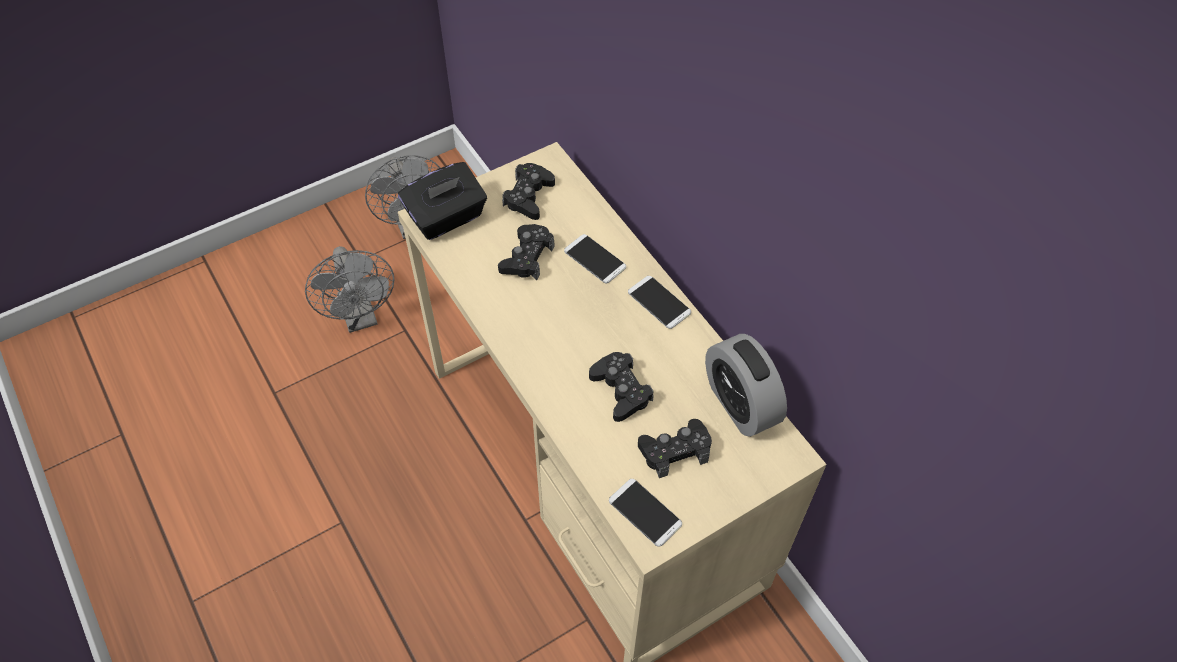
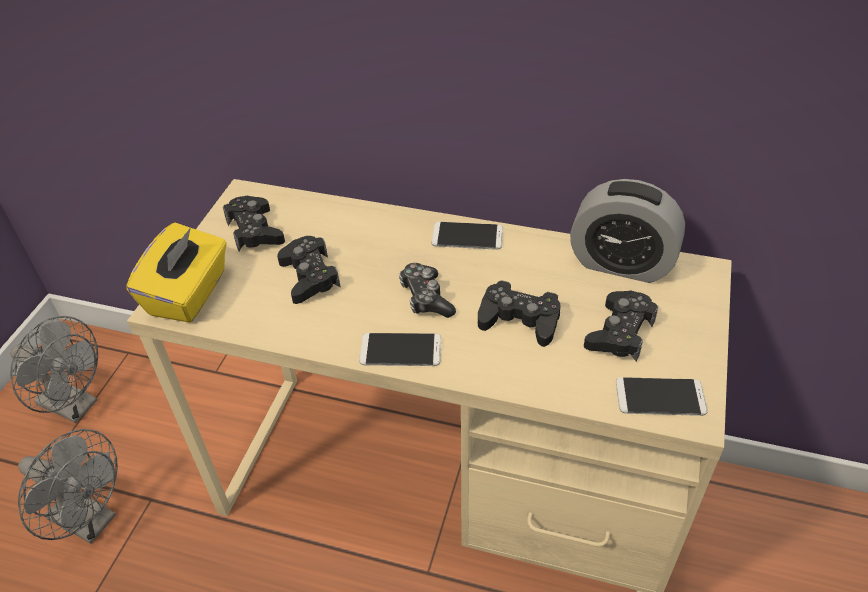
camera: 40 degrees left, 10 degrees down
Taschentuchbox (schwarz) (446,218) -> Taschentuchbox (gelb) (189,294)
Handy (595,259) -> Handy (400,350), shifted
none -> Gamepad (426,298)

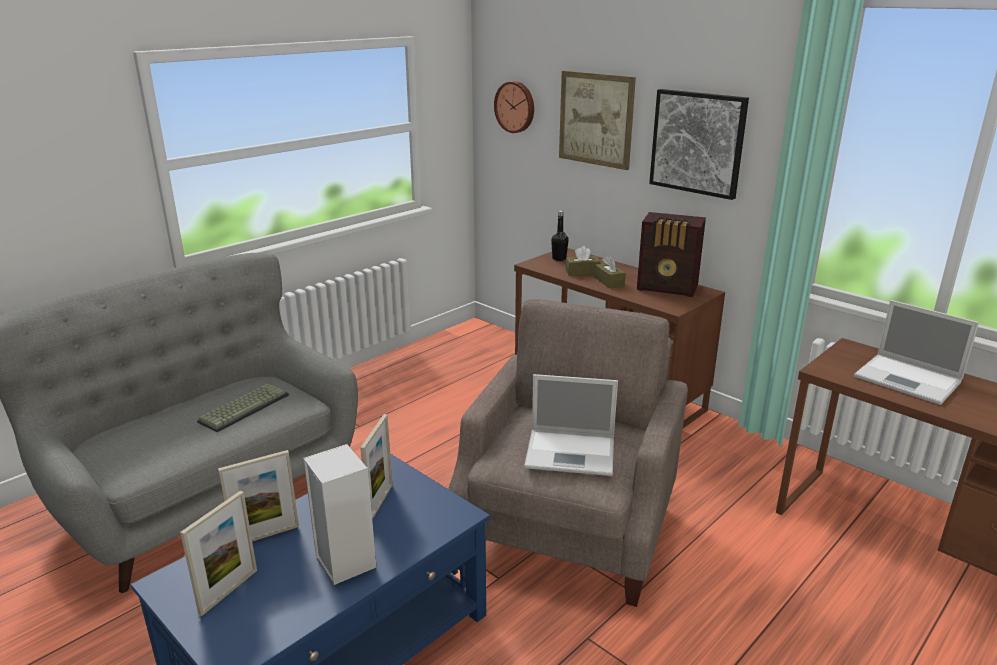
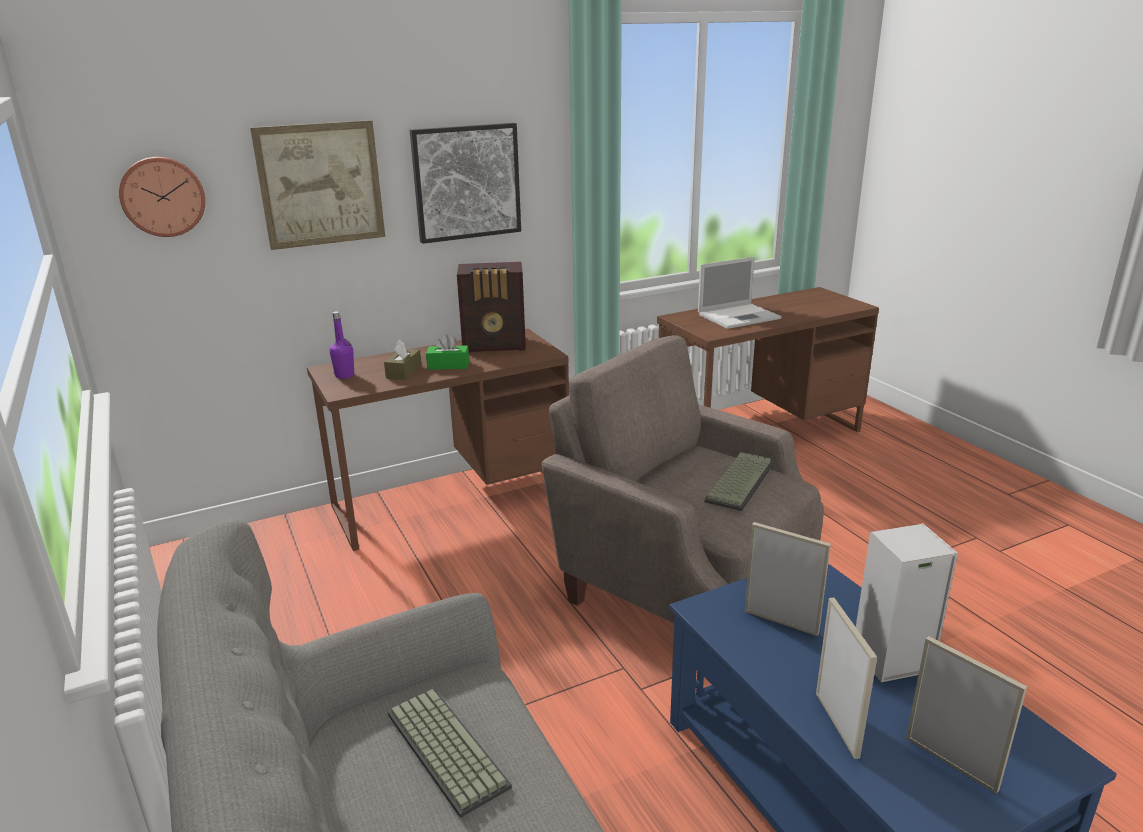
camera: 70 degrees left, 0 degrees up
Flasche (schwarz) (559,259) -> Flasche (lila) (344,375)
Radio (668,288) -> Radio (496,345), 45 degrees clockwise
Taschentuchbox (braun) (609,281) -> Taschentuchbox (grün) (448,365)
Laptop (572,452) -> Tastatur (738,481)

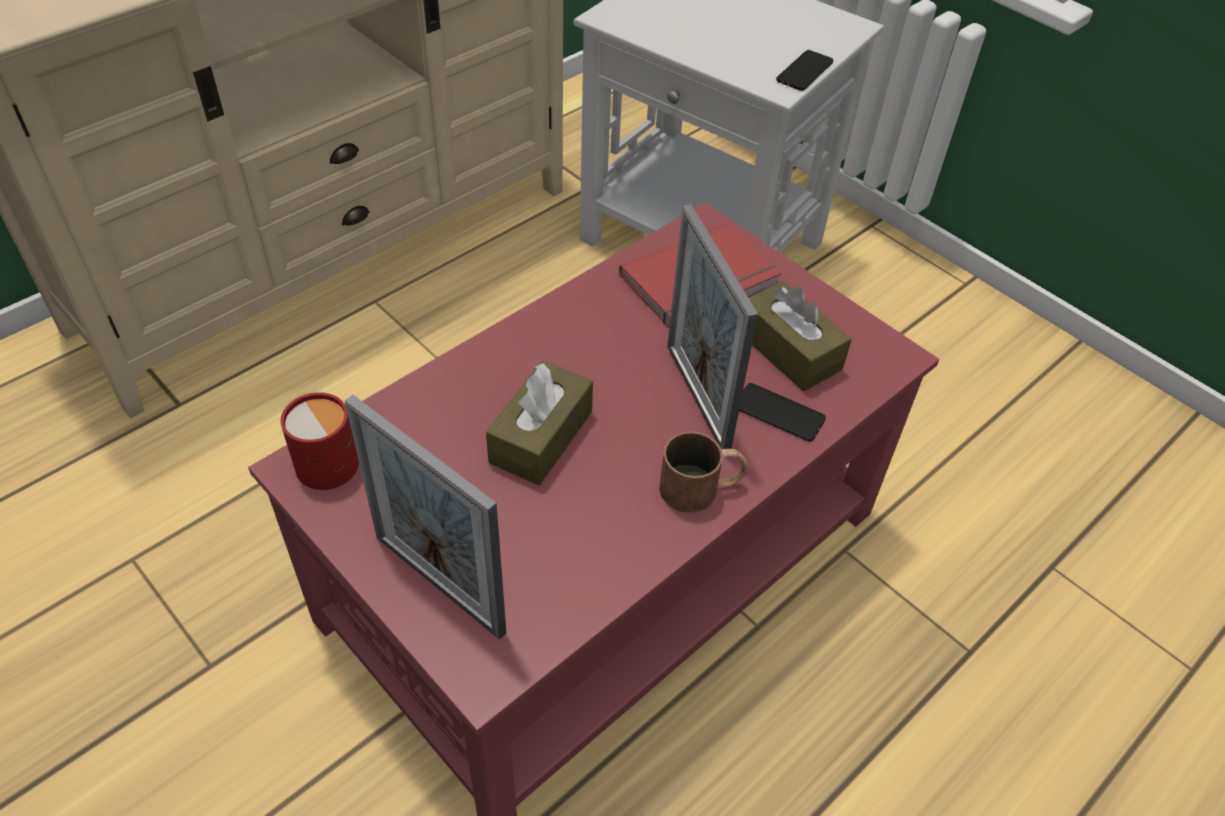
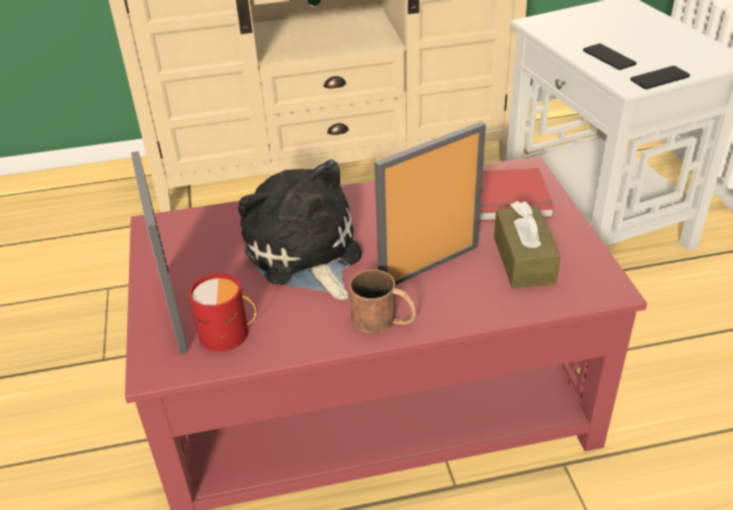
camera: 35 degrees right, 10 degrees down
Bilderrahmen (697,397) -> Bilderrahmen (429,266), 45 degrees clockwise
Taschentuchbox (braun) (541,437) -> Plüschtier (305,255)
Handy (779,413) -> Handy (609,57), shifted
Henkelbecher (rot) (334,462) -> Henkelbecher (rot) (229,333), shifted

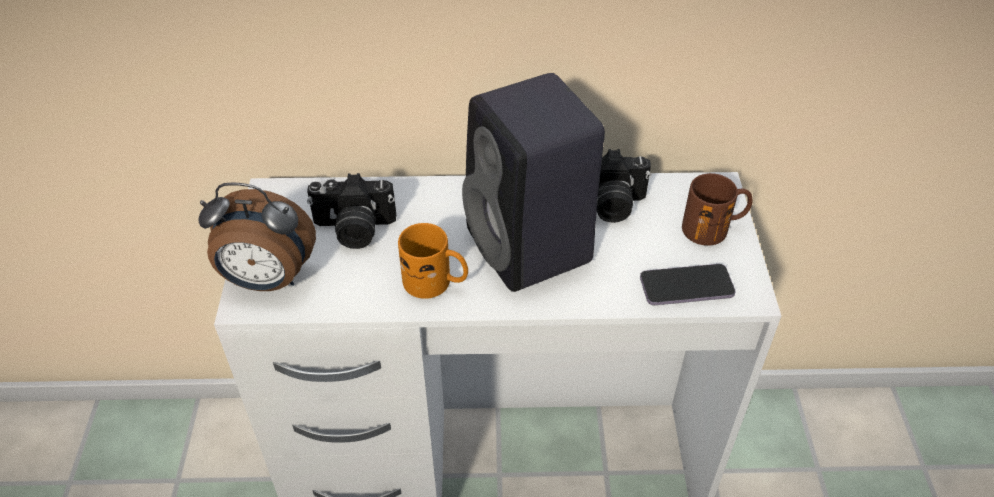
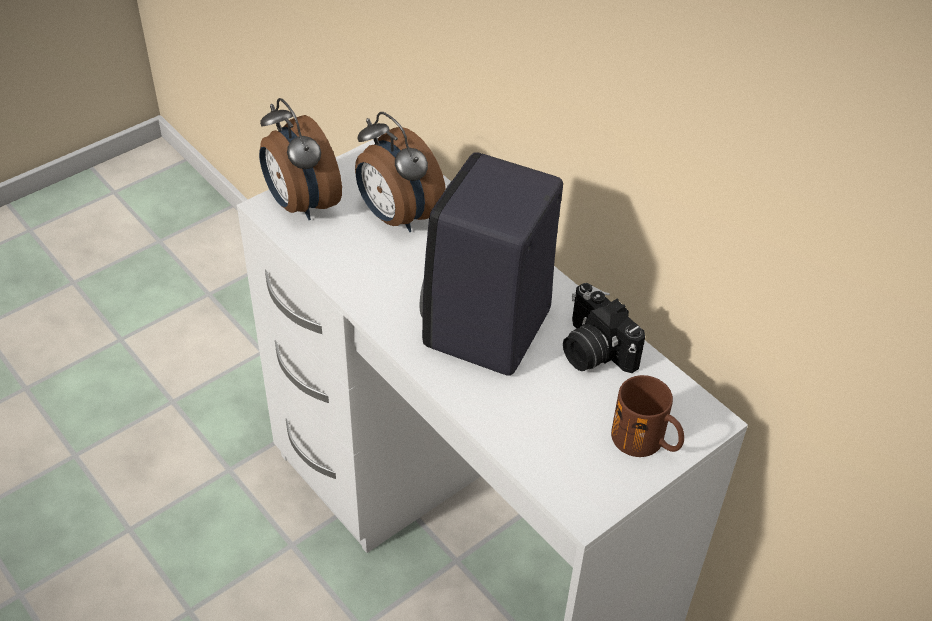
camera: 50 degrees right, 0 degrees up
Kamera (354,229) -> Wecker (396,217)
Henkelbecher (orange) (436,282) -> none
Handy (686,287) -> none

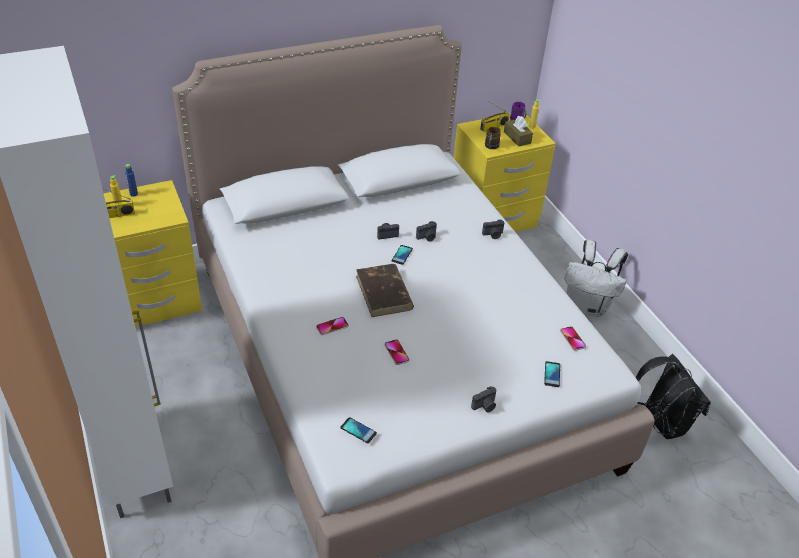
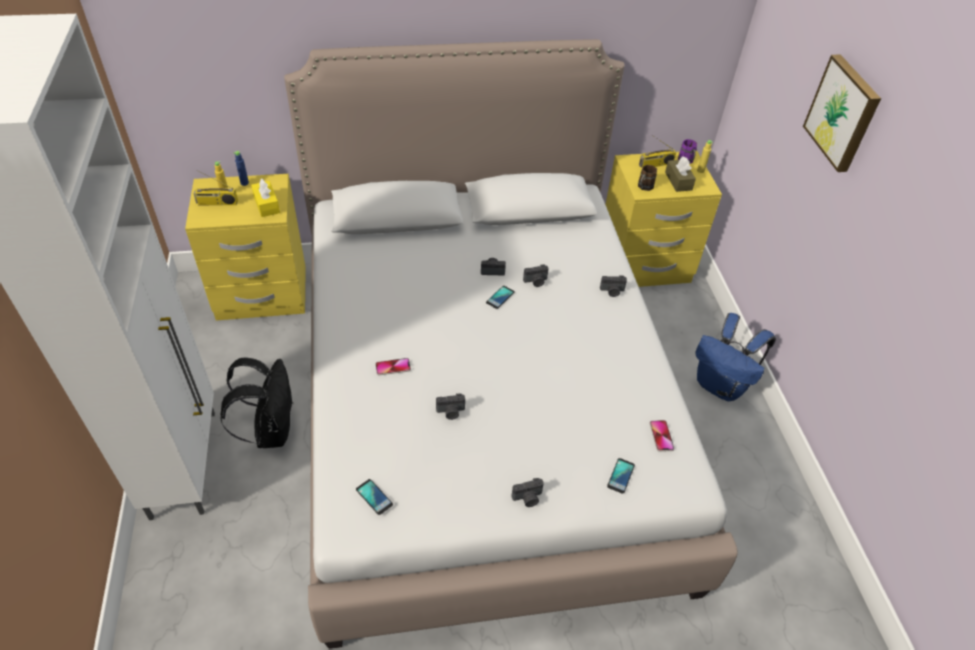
camera: 15 degrees right, 5 degrees up
Rucksack (weiß) (588,306) -> Rucksack (blau) (721,386)
Buch (braun) (384,293) -> none
Handy (396,352) -> Kamera (451,412)
Rucksack (schwarz) (659,423) -> Rucksack (schwarz) (271,430), shifted
none -> Bild (843,113)
none -> Taschentuchbox (gelb) (266,205)

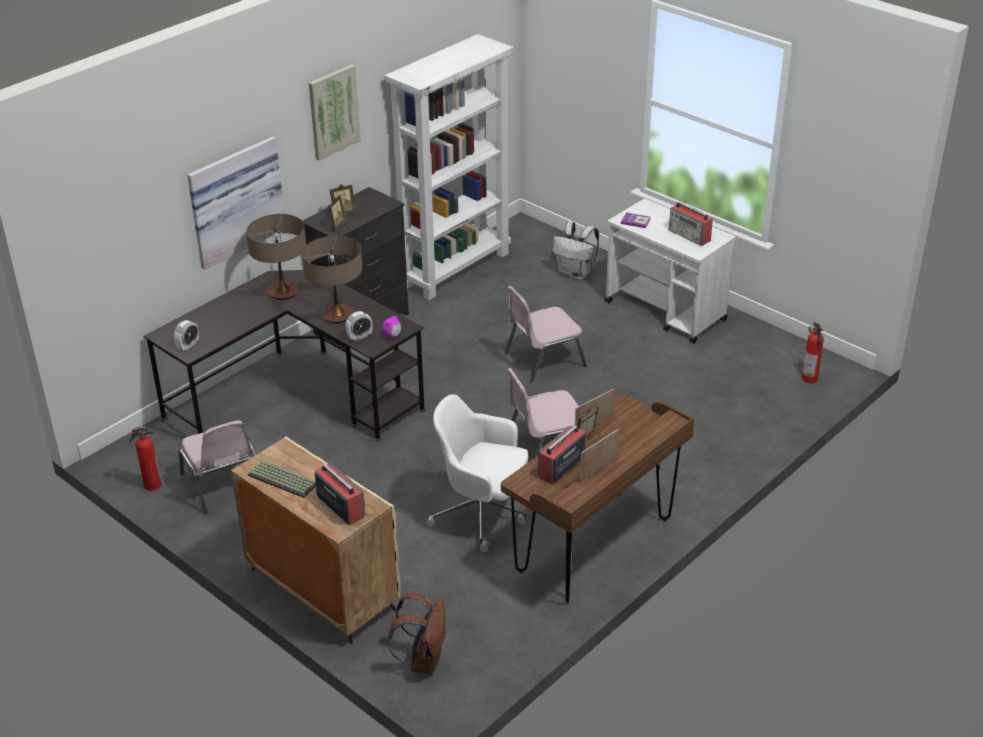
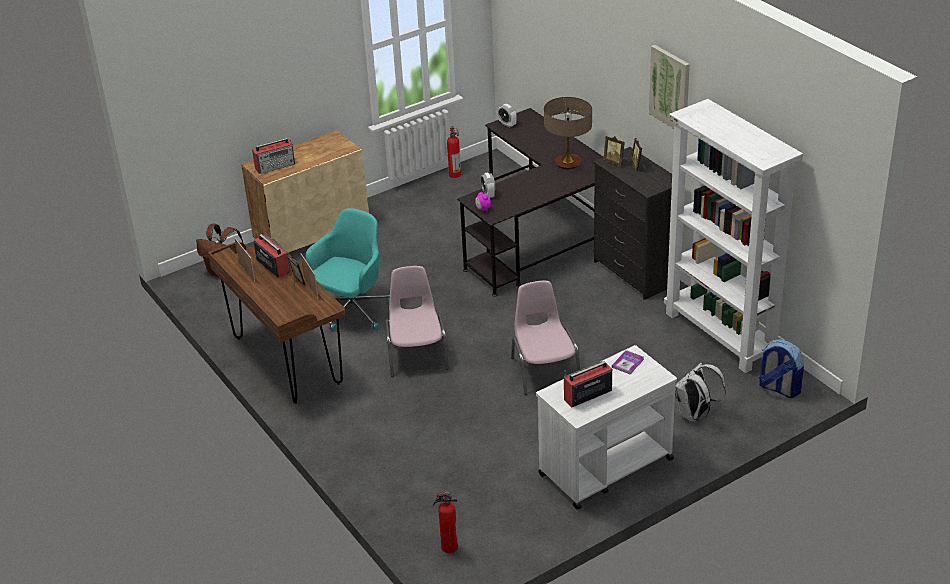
camera: 105 degrees right, 0 degrees up
Bild (234,200) -> none
Tischlampe (337,315) -> none
Bürostuhl (weiß) (482,514) -> Bürostuhl (türkis) (351,311)
Stuhl (rosa) (223,485) -> none
Tastatur (281,480) -> none
none -> Rucksack (778,388)

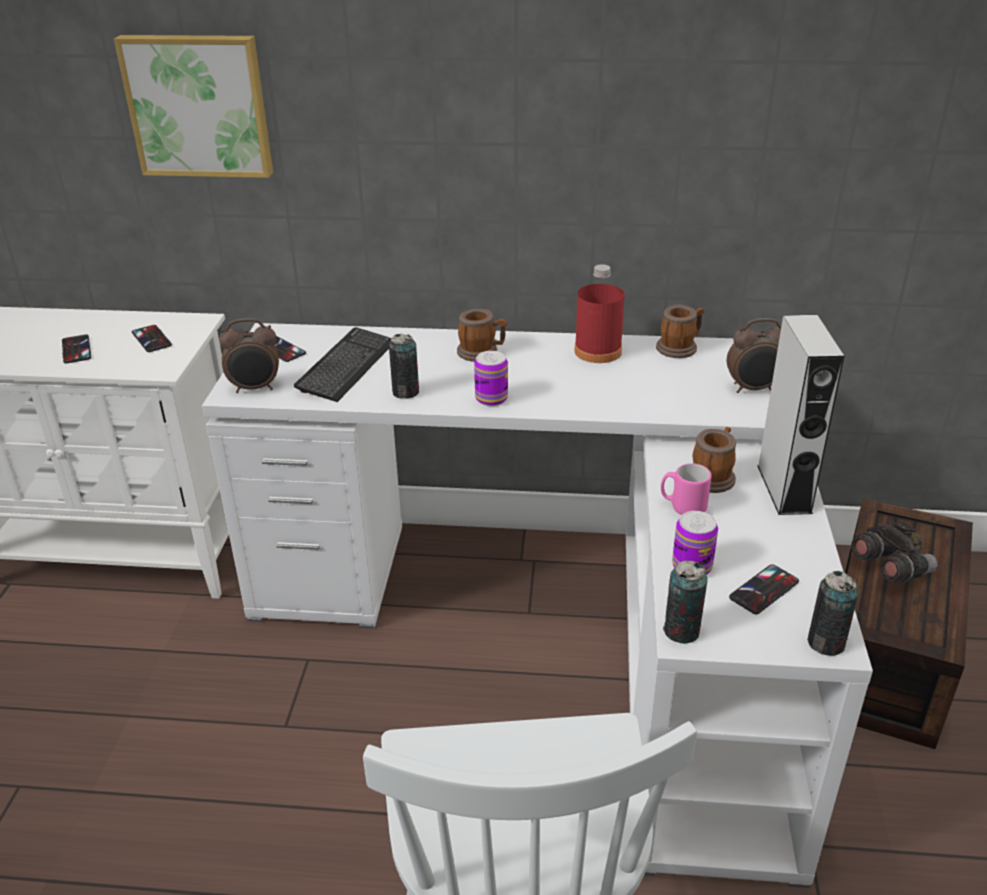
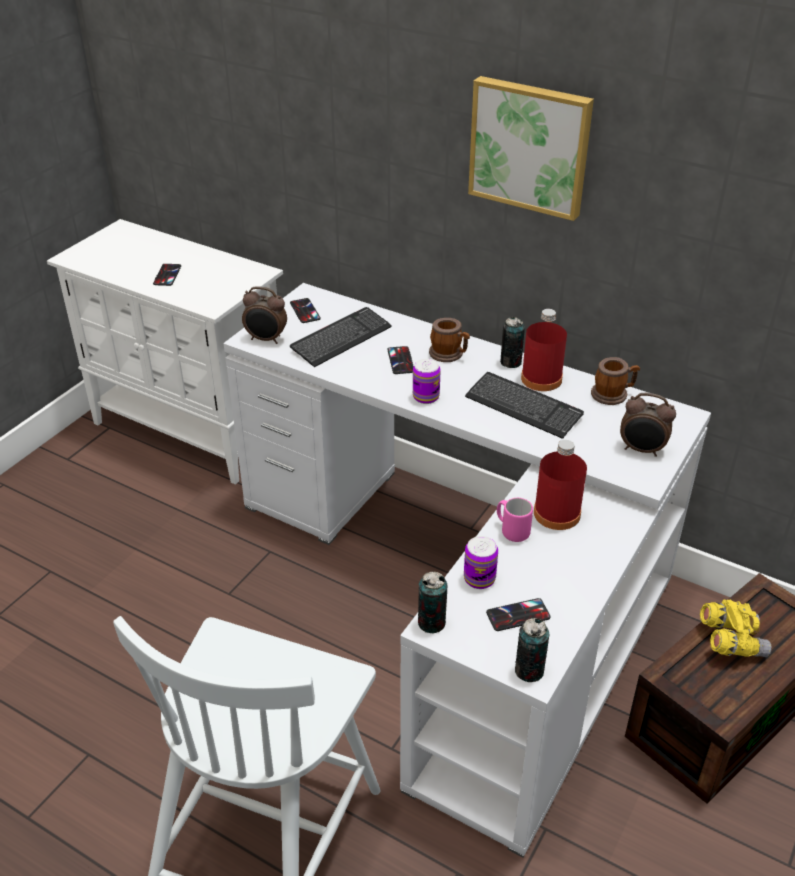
camera: 25 degrees right, 5 degrees up
Bild (199,105) -> Bild (530,146), shifted
Lautsprecher (grau) (784,488) -> none
Handy (152,339) -> Handy (401,360), shifted
Dose (405,392) -> Dose (510,362), shifted
Henkelbecher (713,476) -> Flasche (rot) (557,513)
Fernglas (grau) (889,568) -> Fernglas (gelb) (730,640)
none -> Tastatur (523,407)

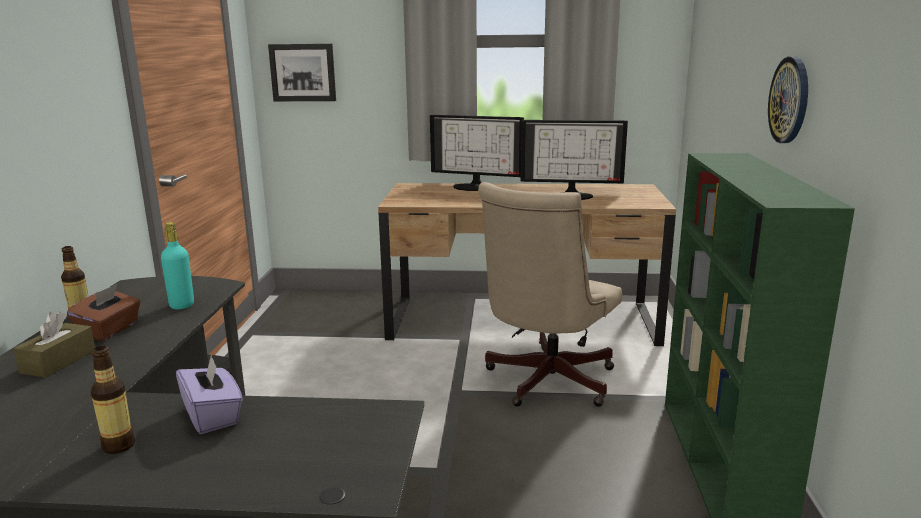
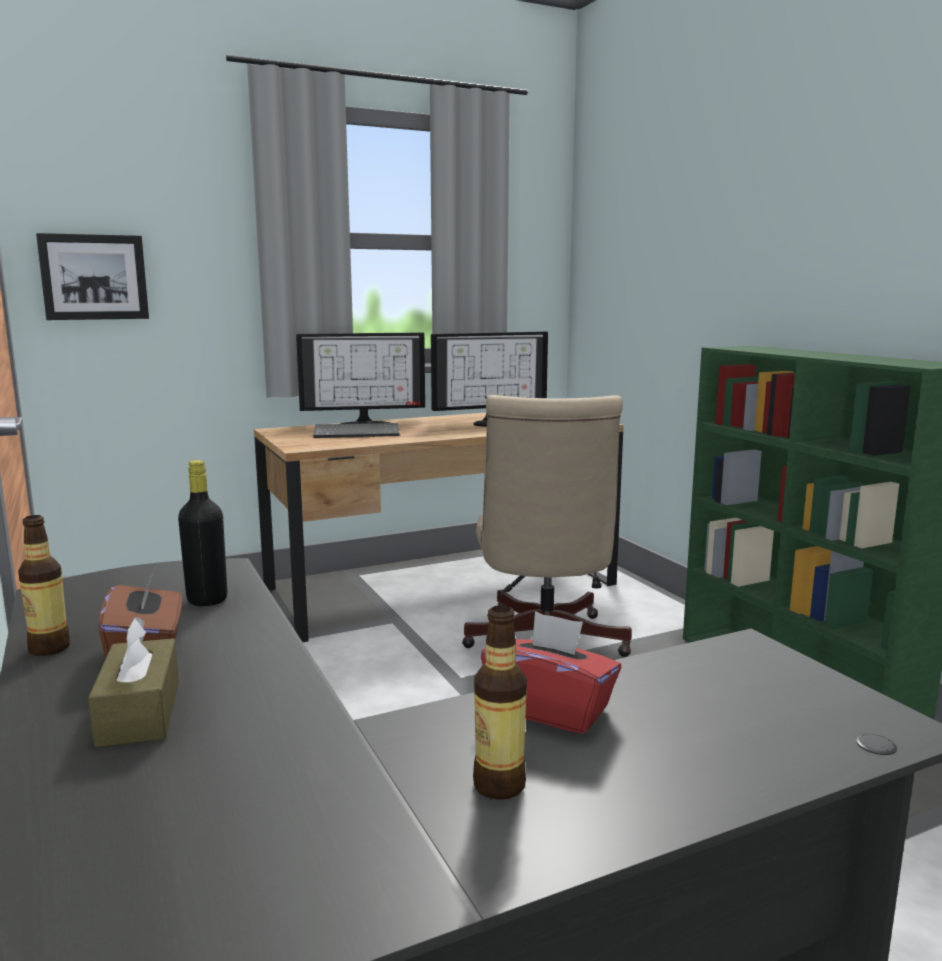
camera: 30 degrees left, 5 degrees down
Wanduhr (790,100) -> none
Flasche (türkis) (182,305) -> Flasche (schwarz) (207,600)
Taschentuchbox (lila) (213,415) -> Taschentuchbox (rot) (550,709)
none -> Tastatur (358,433)

